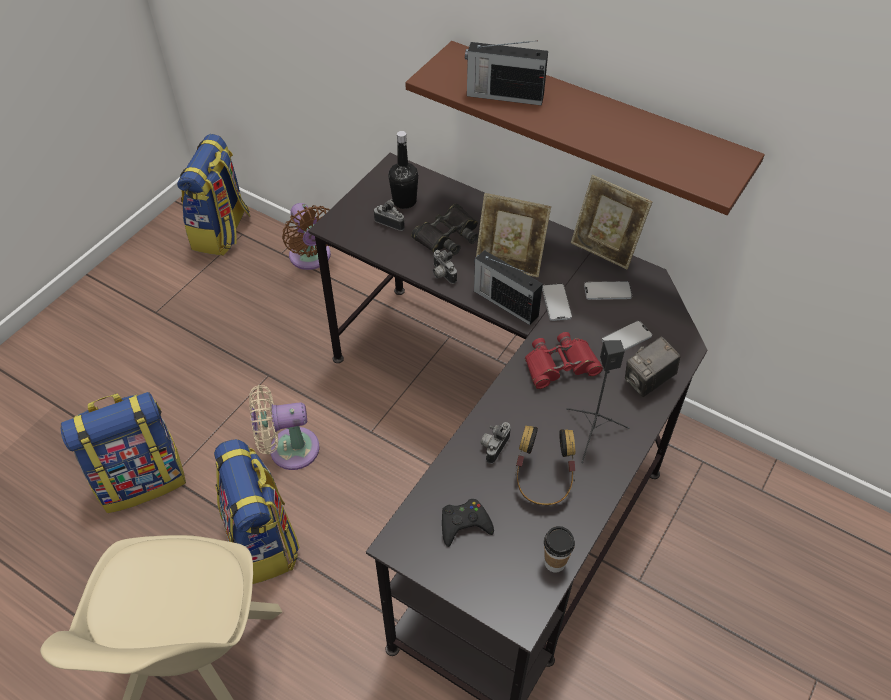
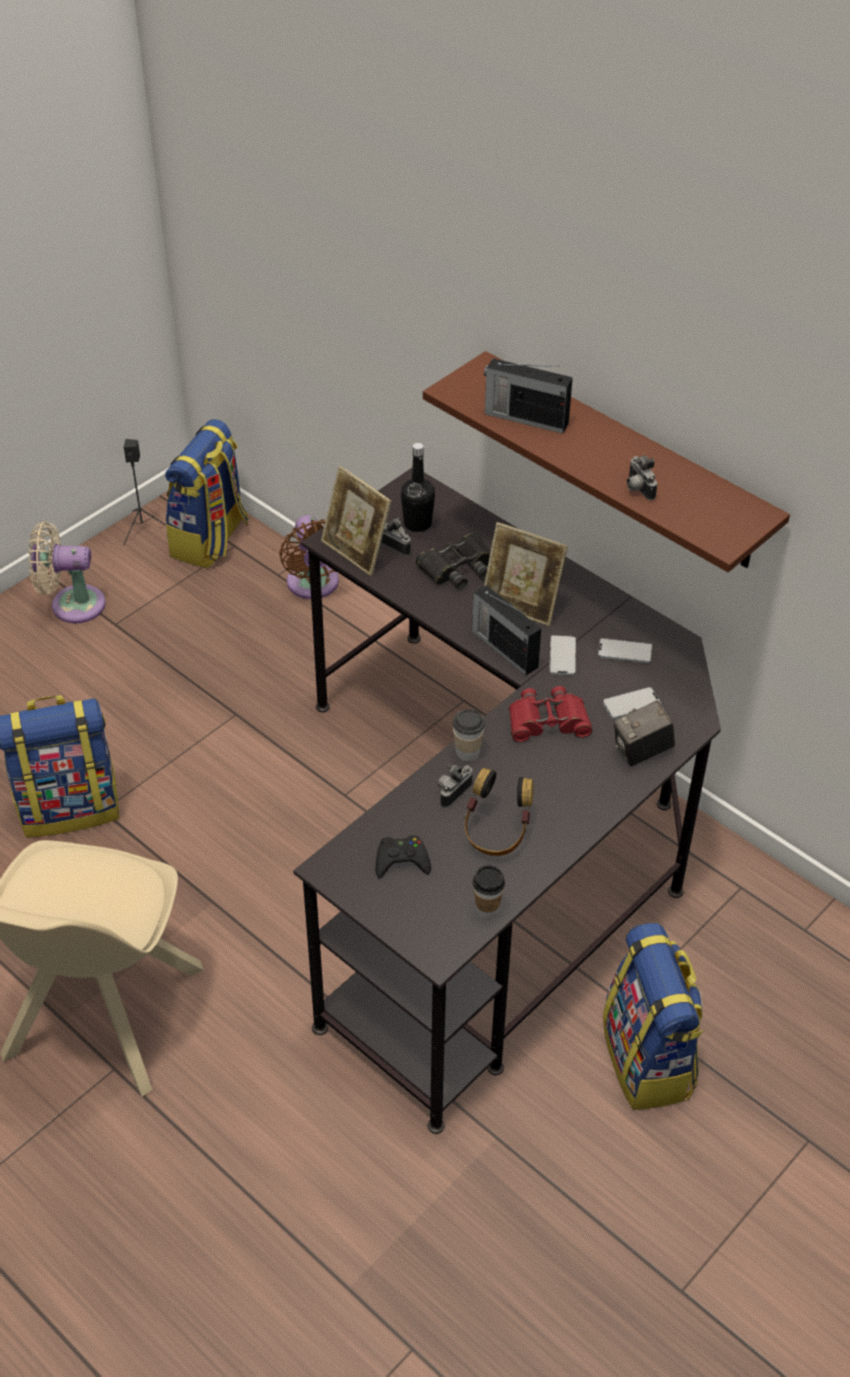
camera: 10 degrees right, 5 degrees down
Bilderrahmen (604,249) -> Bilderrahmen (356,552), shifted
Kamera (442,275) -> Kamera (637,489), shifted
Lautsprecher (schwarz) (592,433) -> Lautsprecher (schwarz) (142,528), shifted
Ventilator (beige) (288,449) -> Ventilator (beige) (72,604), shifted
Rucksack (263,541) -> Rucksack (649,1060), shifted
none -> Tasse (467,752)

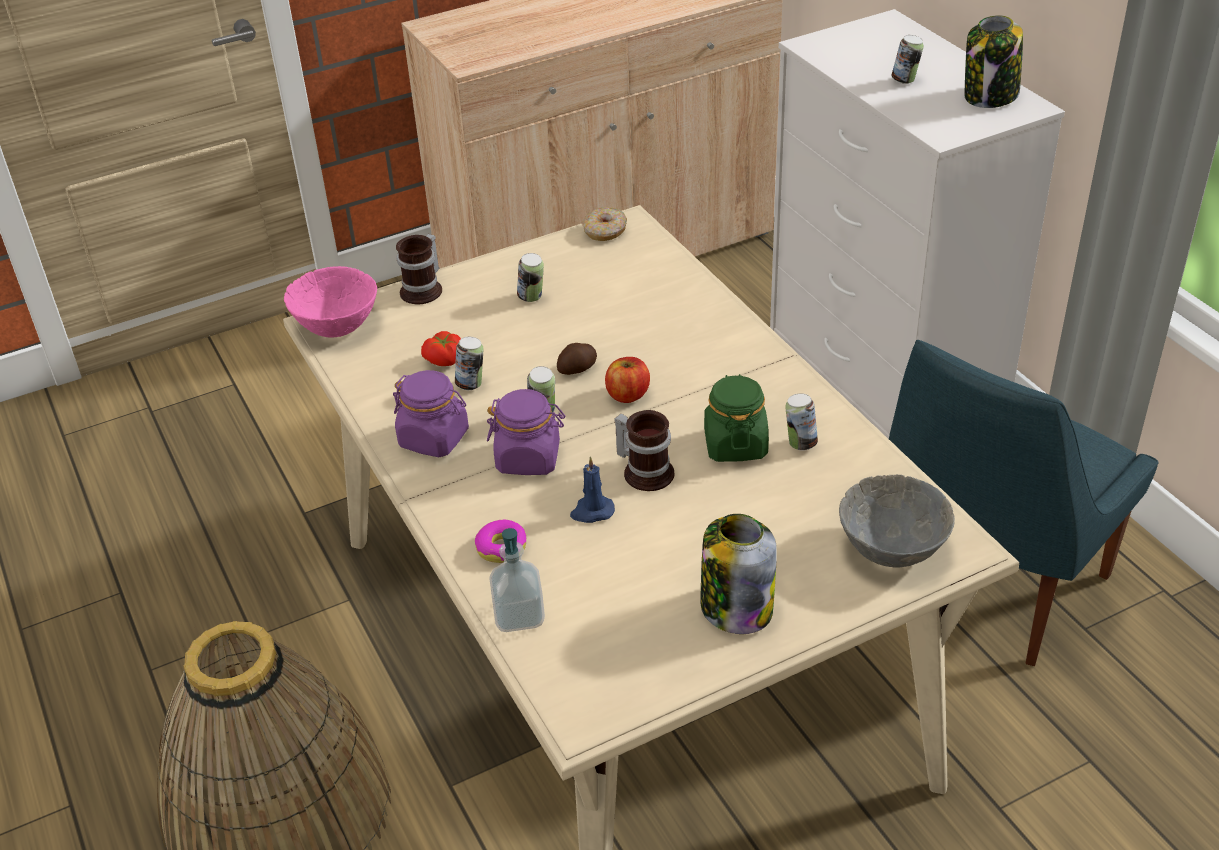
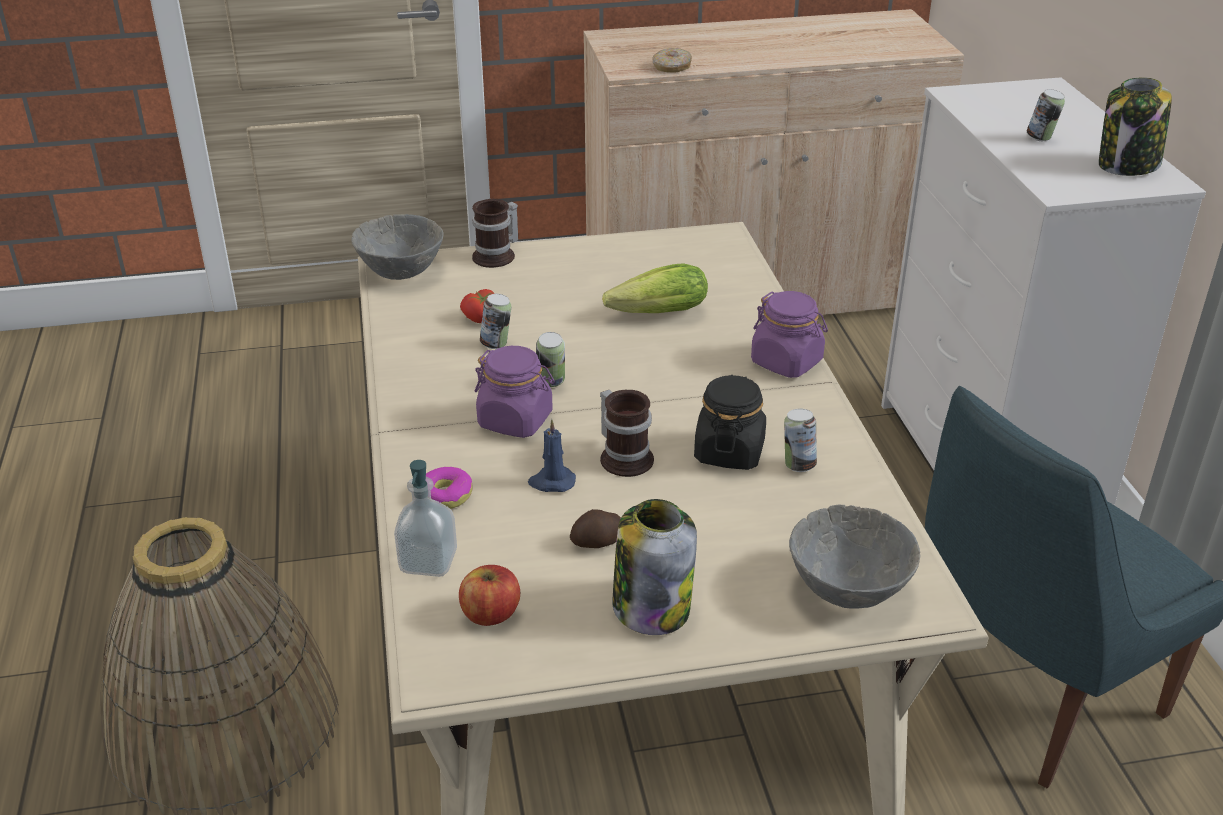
camera: 15 degrees right, 5 degrees down
Donut (605,231) -> Donut (671,67), shifted
Dose (532,298) -> none
Schüssel (rosa) (337,325) -> Schüssel (grau) (401,271)
Kartoffel (578,369) -> Kartoffel (598,542), shifted
Apfel (627,395) -> Apfel (490,614), shifted
Vorratsglas (lila) (434,438) -> Vorratsglas (lila) (787,362), shifted
Vorratsglas (grün) (735,444) -> Vorratsglas (schwarz) (729,451)
none -> Salatkopf (653,314)

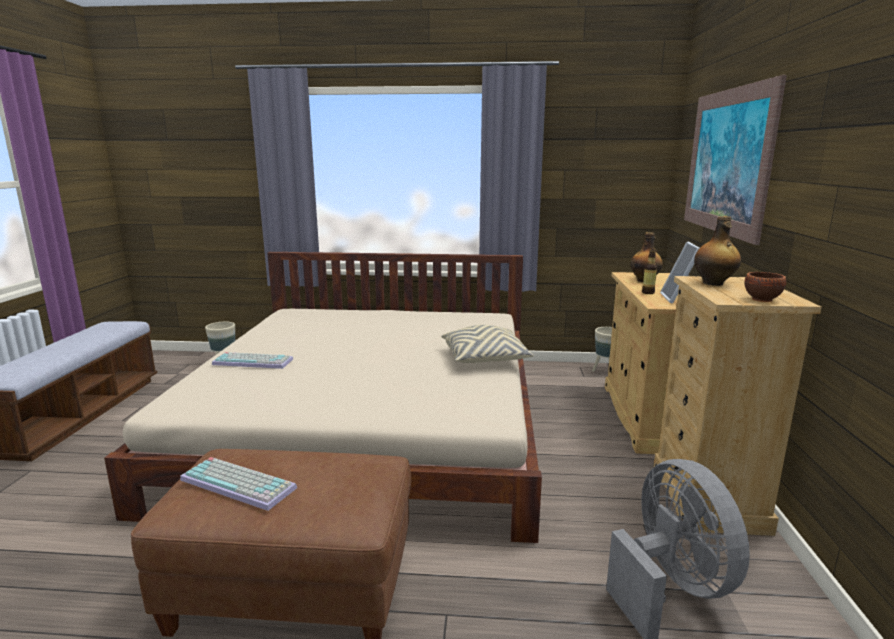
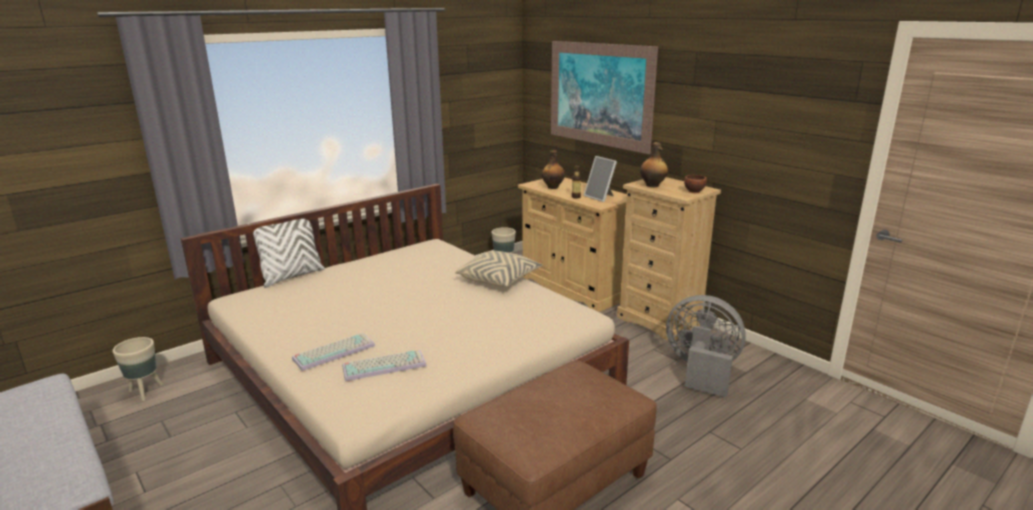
camera: 45 degrees left, 5 degrees up
Tastatur (240,483) -> Tastatur (385,365), shifted
none -> Kissen (weiß) (292,276)

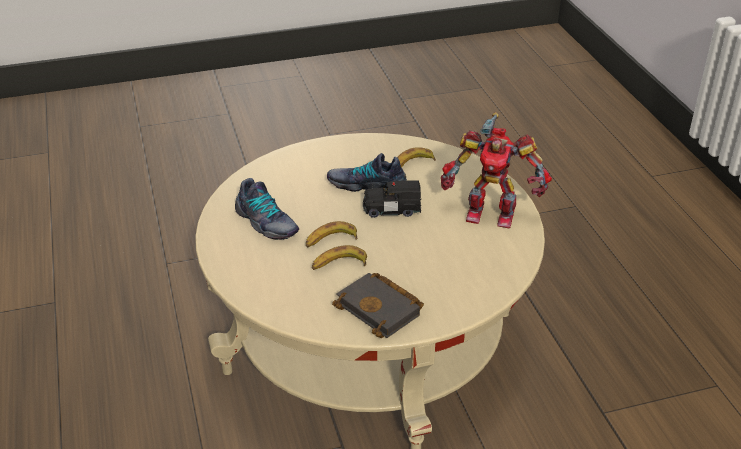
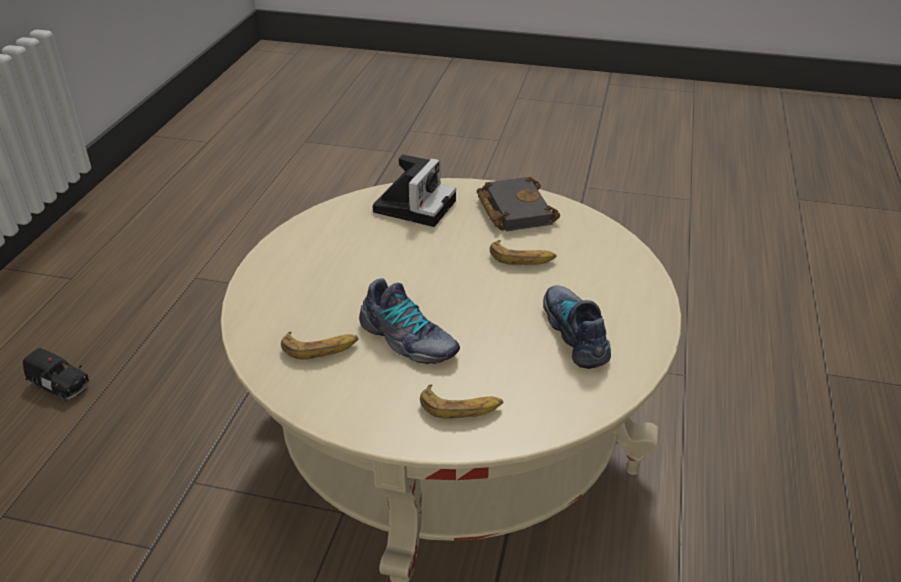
camera: 150 degrees left, 0 degrees up
Spielzeugroboter (490,212) -> none
Spielzeugauto (schwarz) (391,209) -> Spielzeugauto (schwarz) (60,385), shifted
Banane (330,240) -> Banane (461,407), shifted
none -> Kamera (415,204)

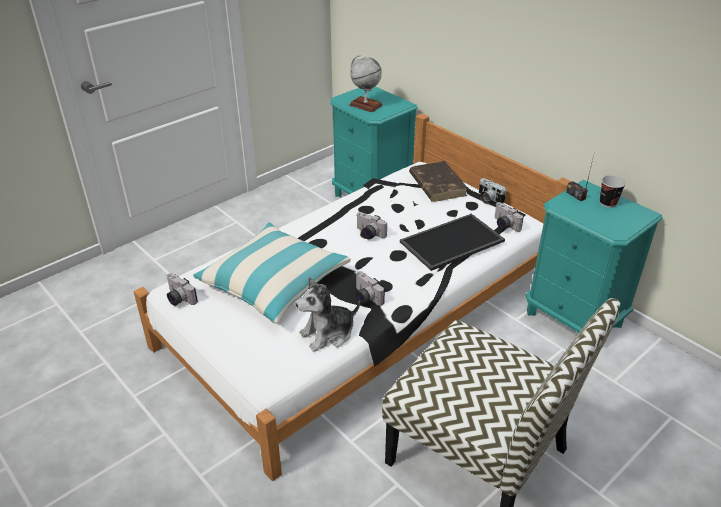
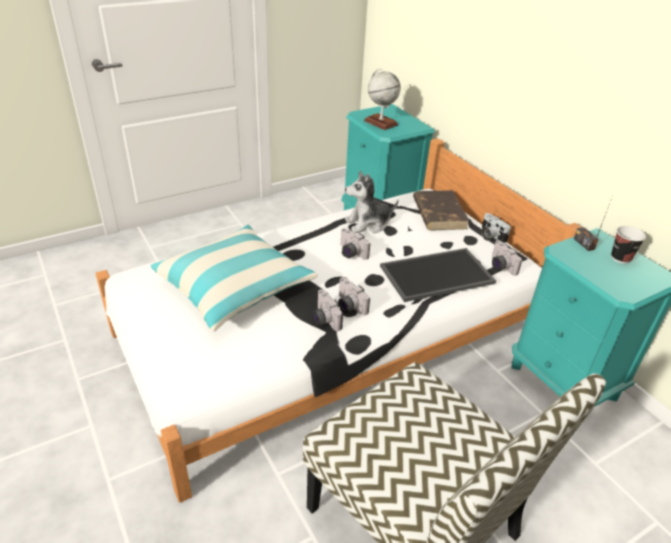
camera: 10 degrees right, 0 degrees up
Kamera (178,299) -> Kamera (348,306), shifted
Plüschtier (328,334) -> Plüschtier (368,224), shifted

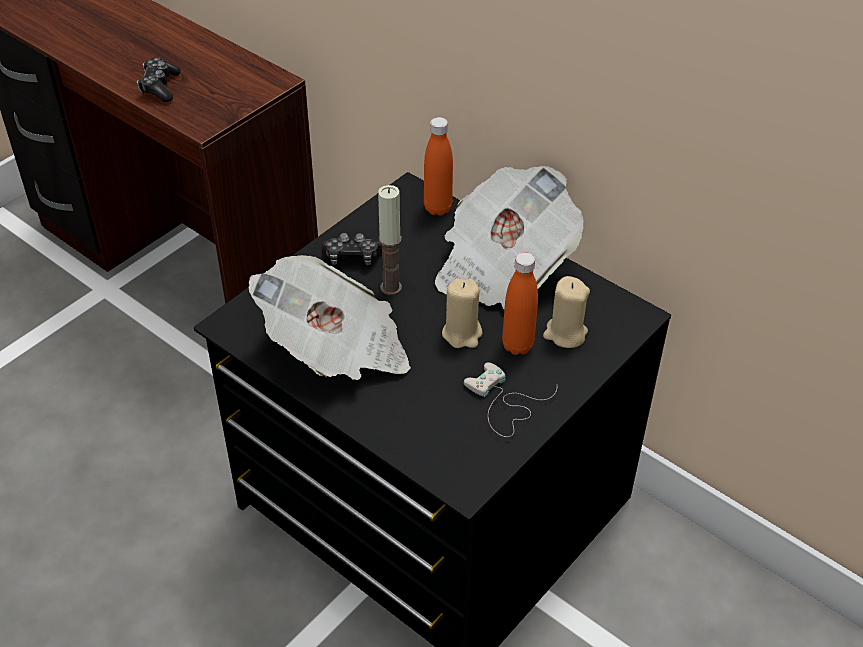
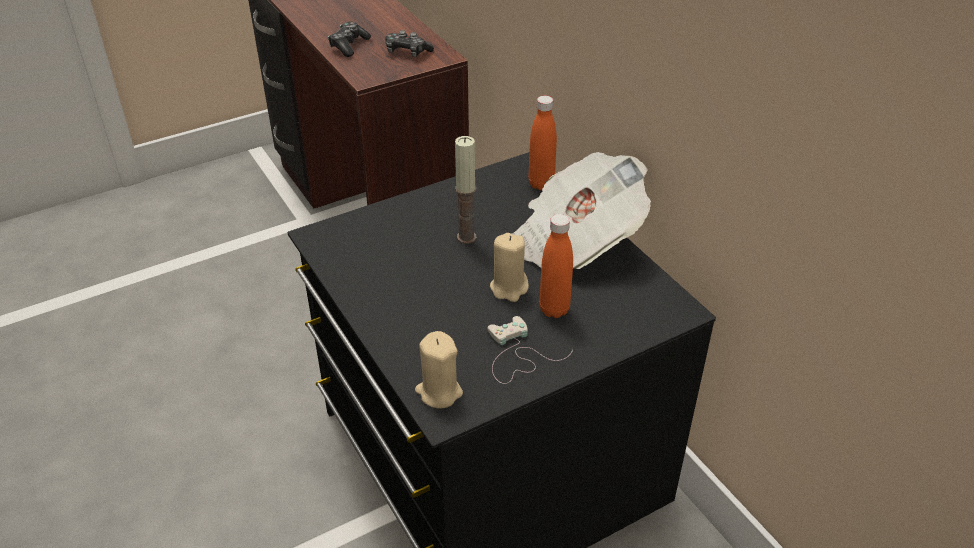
camera: 20 degrees right, 5 degrees down
Gamepad (352,257) -> Gamepad (407,52), shifted
Zeitung (336,349) -> none
Kerze (beige) (565,334) -> Kerze (beige) (439,392), shifted

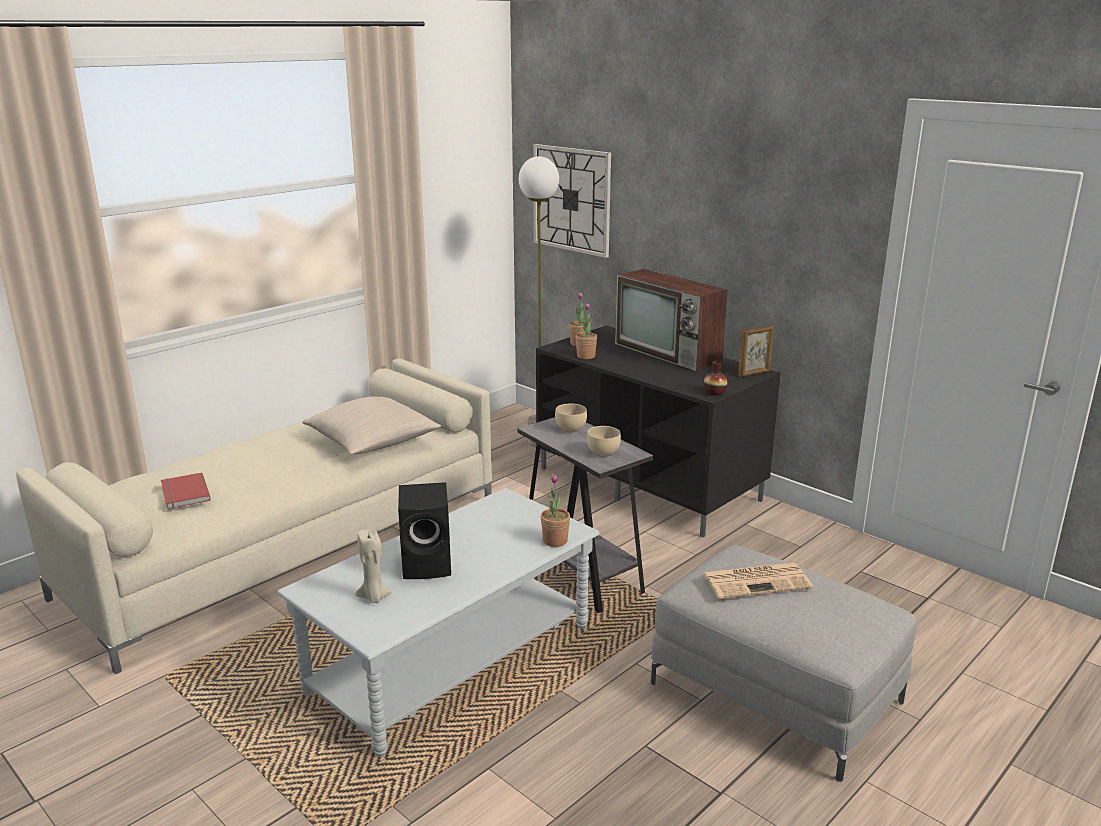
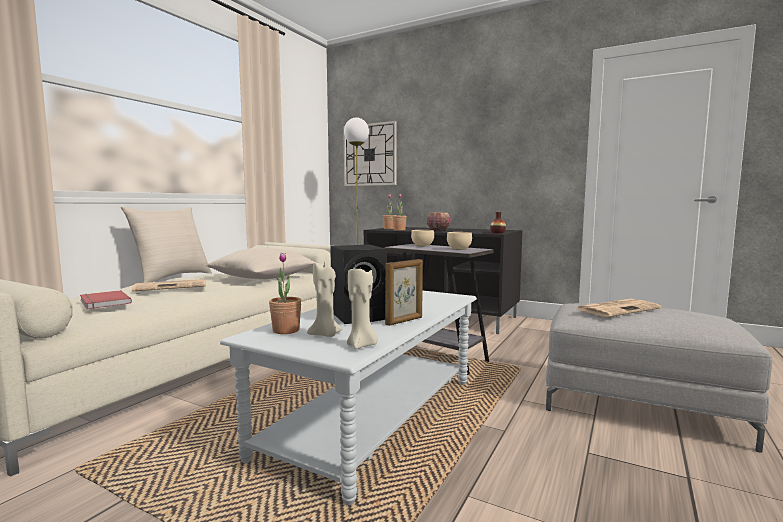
camera: 15 degrees left, 15 degrees down
Fernseher (669,353) -> none
Bilderrahmen (754,374) -> Bilderrahmen (404,321), shifted
Topfpflanze (555,541) -> Topfpflanze (286,330), shifted
none -> Kissen (beige) (172,277)
none -> Schüssel (438,231)
none -> Kerze (beige) (362,345)
none -> Zeitung (172,286)

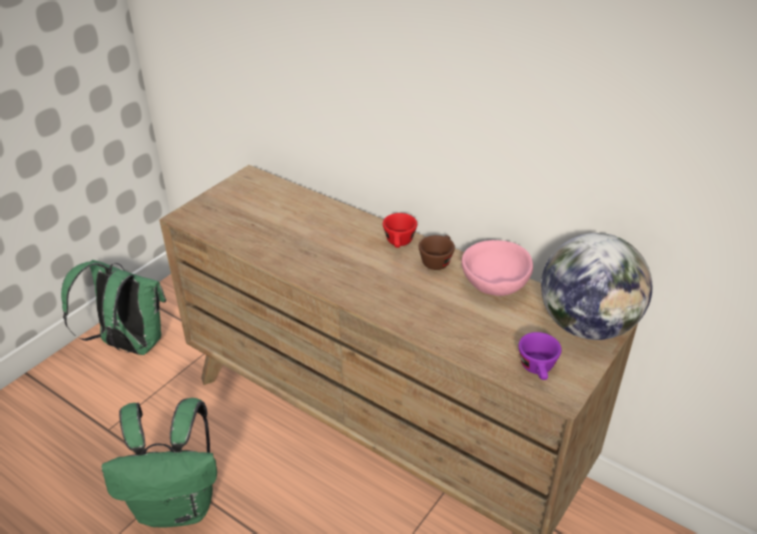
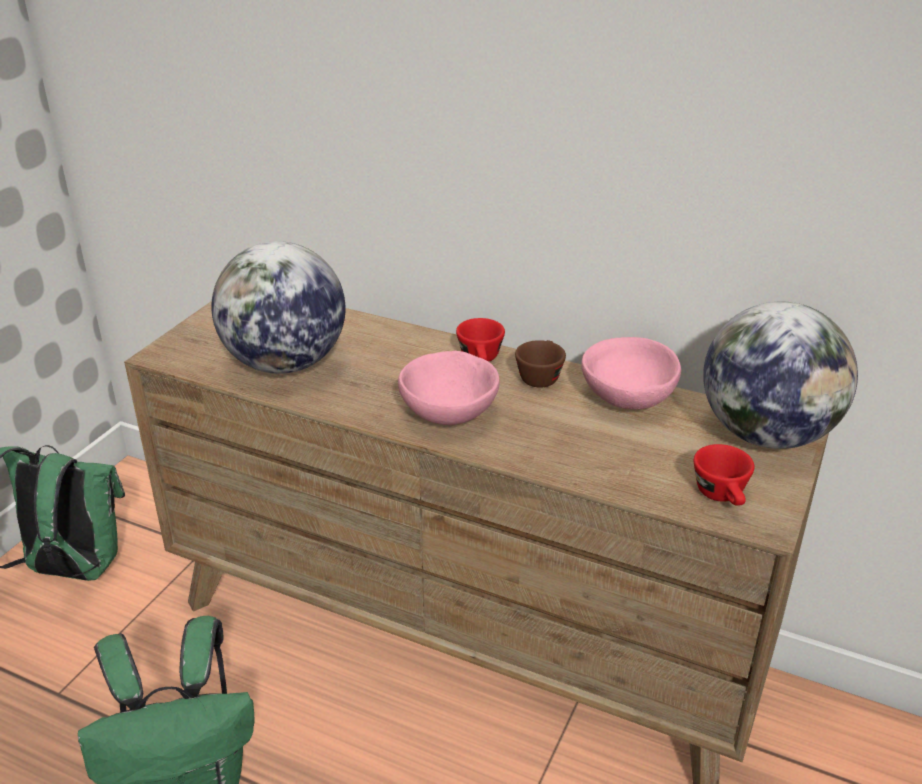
camera: 10 degrees left, 5 degrees down
Tasse (lila) (538,370) -> Tasse (rot) (723,496)
none -> Globus (285,364)
none -> Schüssel (rosa) (449,414)

